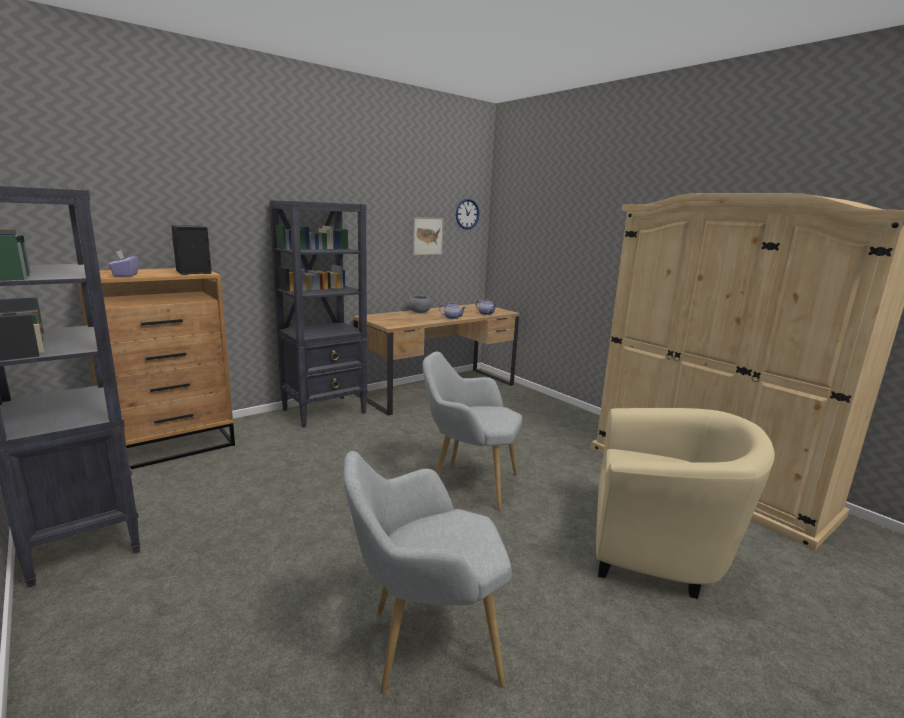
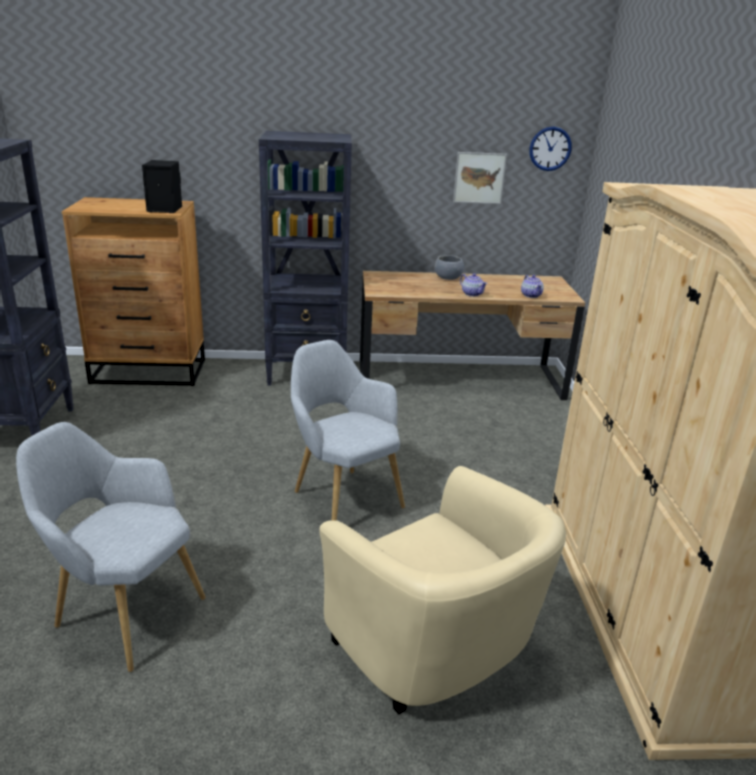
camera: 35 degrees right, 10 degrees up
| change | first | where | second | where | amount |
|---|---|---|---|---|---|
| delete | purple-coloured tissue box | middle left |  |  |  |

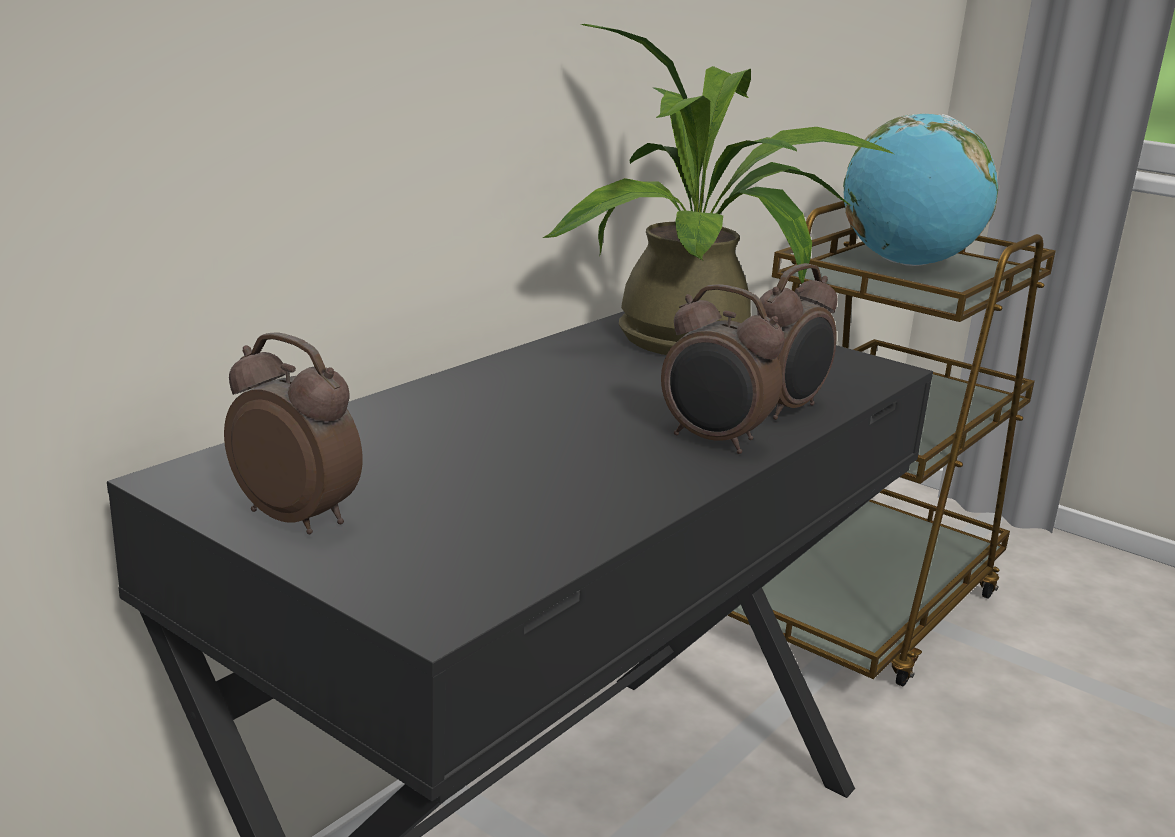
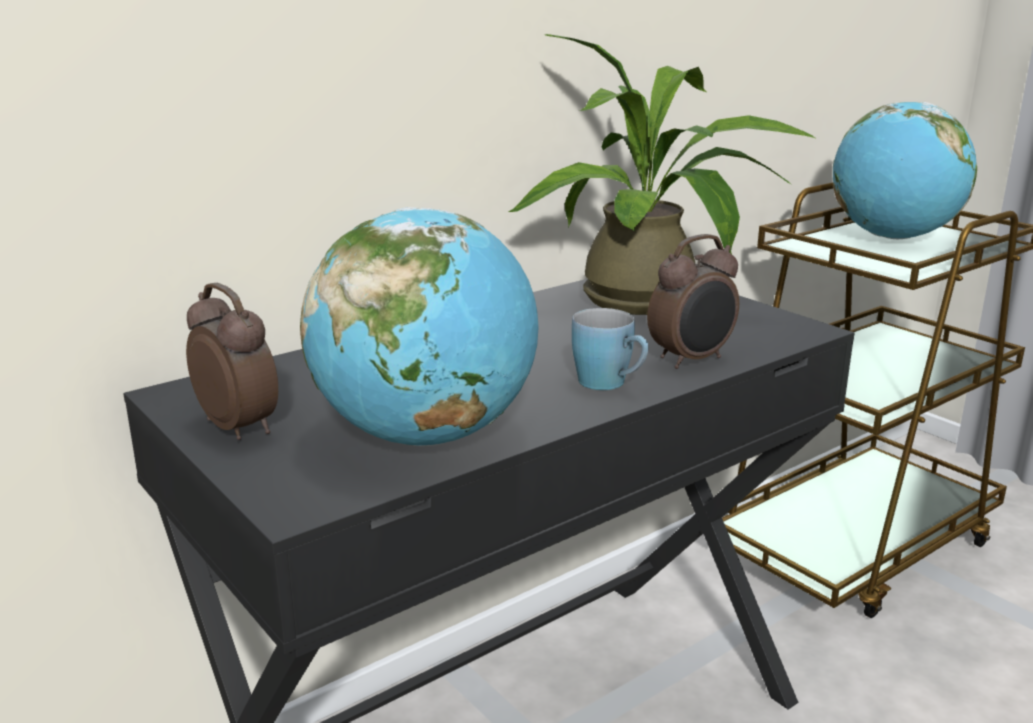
camera: 15 degrees right, 0 degrees up
| change | first | where | second | where | amount |
|---|---|---|---|---|---|
| replace | bedside clock (2nd from left) | centre | bluish mug | centre |  |
| insert |  |  | desk globe (1st from left) | centre |  |

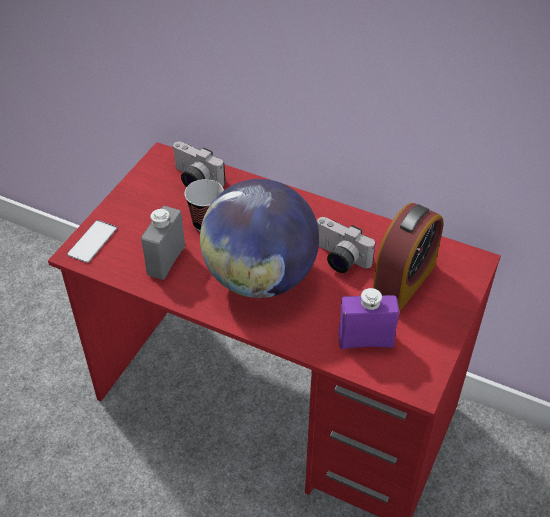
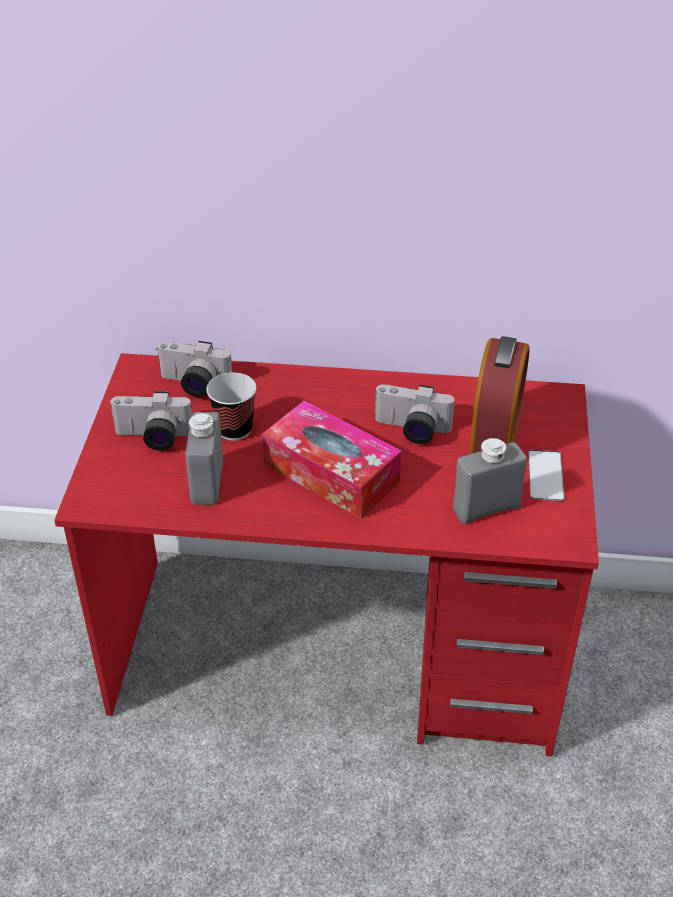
camera: 20 degrees left, 5 degrees down
| change | first | where | second | where | amount |
|---|---|---|---|---|---|
| replace | desk globe | centre | tissue box | centre |  |
| move | phone | middle left |  | middle right |  |
| recolor | purple-coloured drink bottle | middle right | gray drink bottle (2nd from left) | middle right |  |
| insert |  |  | photo camera (1st from left) | middle left |  |

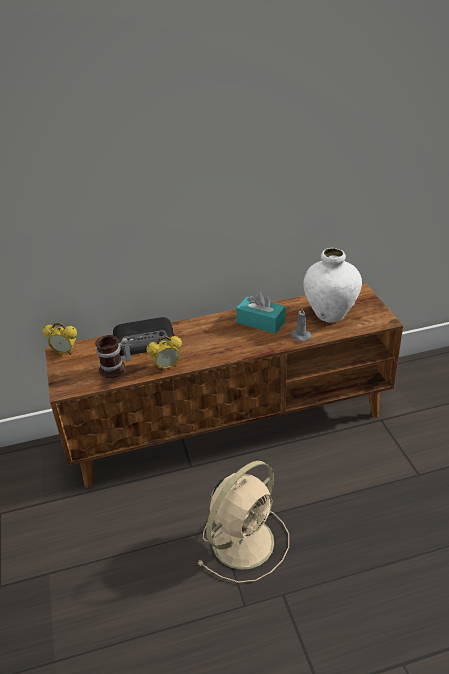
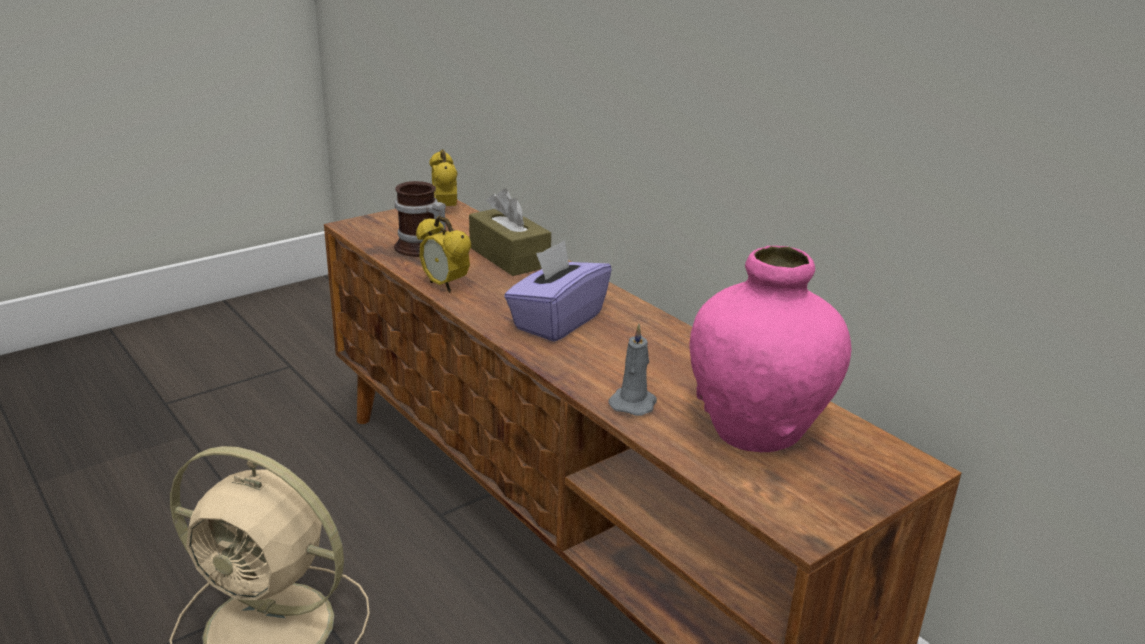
camera: 65 degrees right, 10 degrees down
| change | first | where | second | where | amount |
|---|---|---|---|---|---|
| recolor | whitish flower vase | middle right | pink flower vase | middle right |  |
| delete | turquoise-coloured tissue box | centre |  |  |  |
| replace | radio | middle left | brown-coloured tissue box | centre |  |
| insert |  |  | purple-coloured tissue box | centre |  |

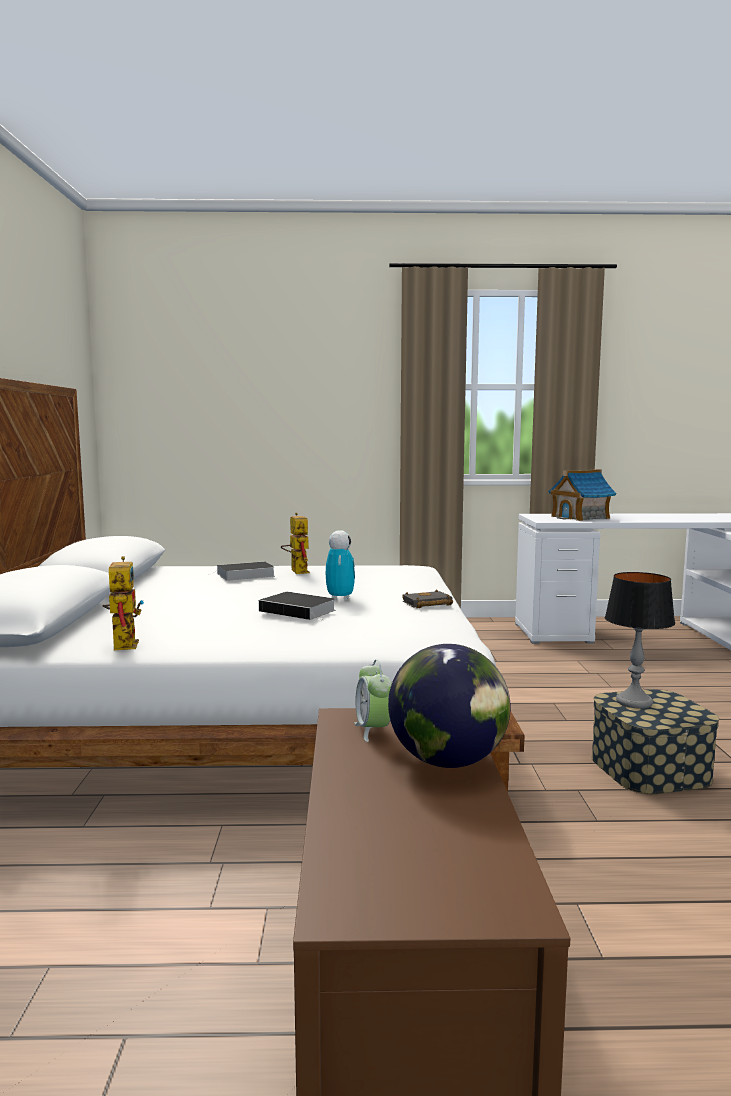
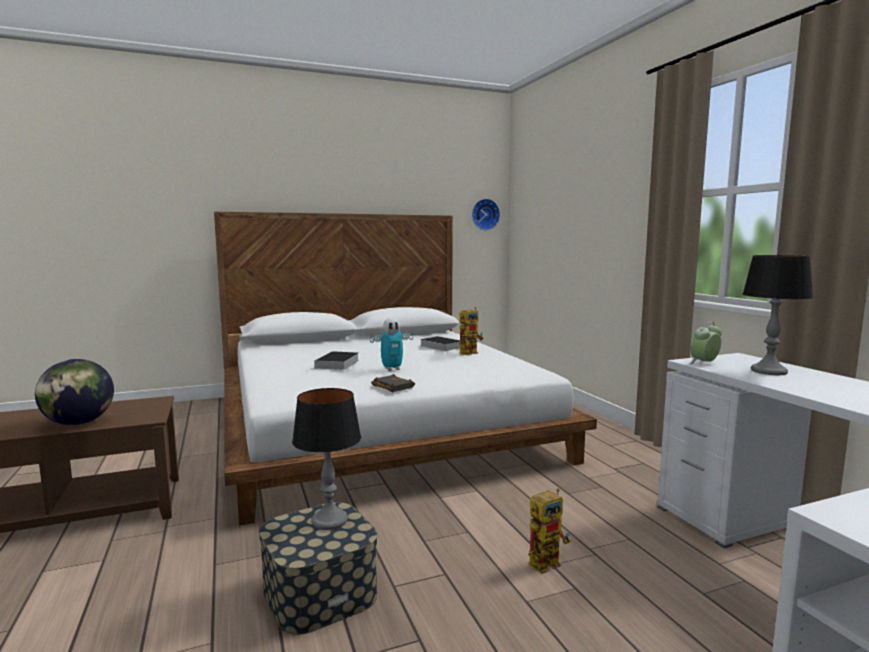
camera: 70 degrees right, 0 degrees up
| change | first | where | second | where | amount |
|---|---|---|---|---|---|
| replace | toy house | middle right | table lamp (2nd from left) | middle right |  |
| move | model robot (1st from left in the first image) | middle left | model robot (3rd from left) | bottom centre |  |
| move | bedside clock | centre |  | middle right |  |
| insert |  |  | hanging clock | top centre |  |

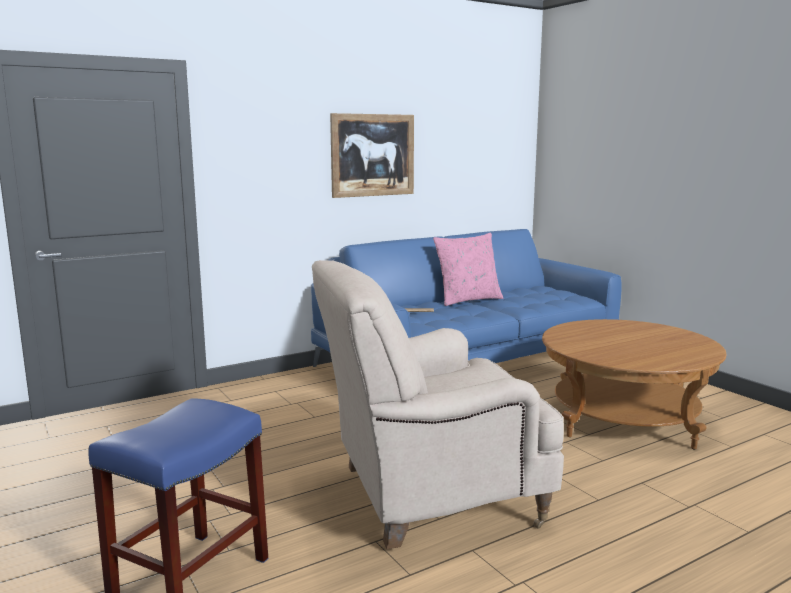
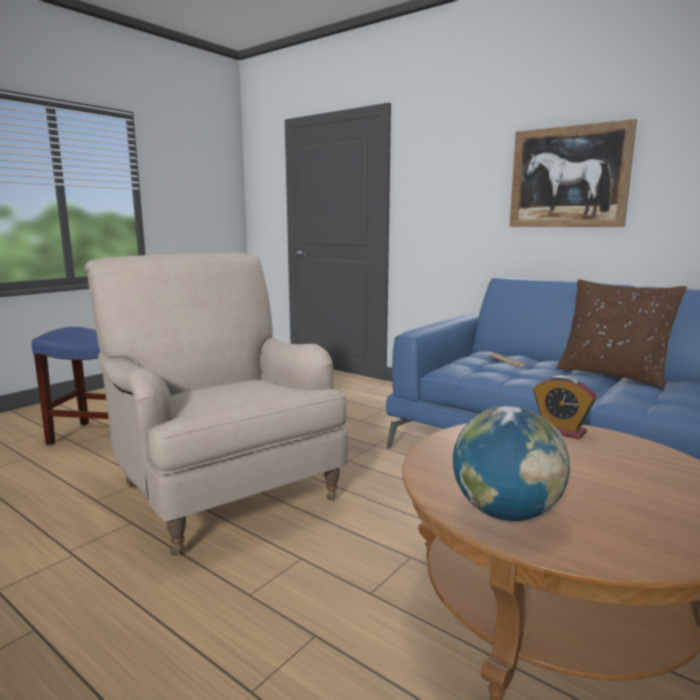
camera: 70 degrees right, 0 degrees up
| change | first | where | second | where | amount |
|---|---|---|---|---|---|
| recolor | pink cushion | centre | brown-coloured cushion | middle right |  |
| insert |  |  | bedside clock | middle right |  |
| insert |  |  | desk globe | middle right |  |

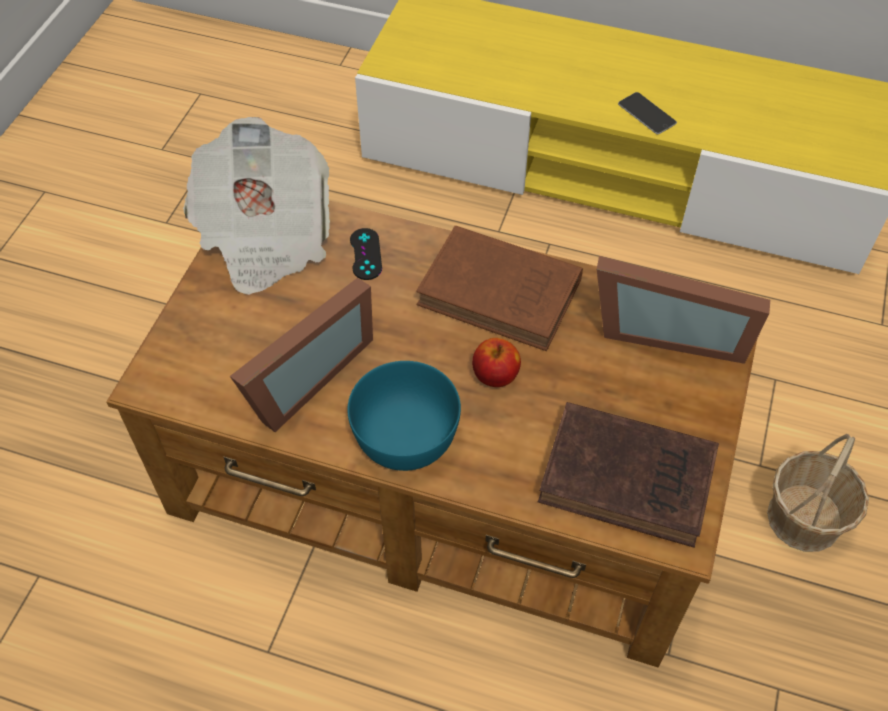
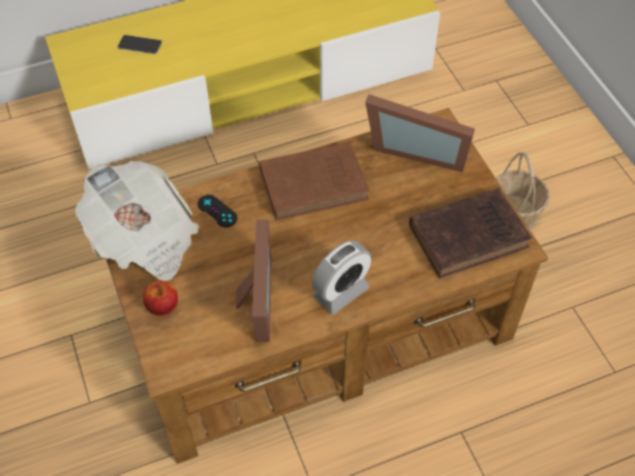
camera: 40 degrees left, 0 degrees up
| change | first | where | second | where | amount |
|---|---|---|---|---|---|
| move | phone | top right |  | top left |  |
| rotate | picture frame (2nd from left) | middle right |  | top centre | 45 degrees clockwise |
| move | whole apple | centre |  | middle left |  |
| replace | turquoise-coloured deep dish | centre | bedside clock | centre |  |

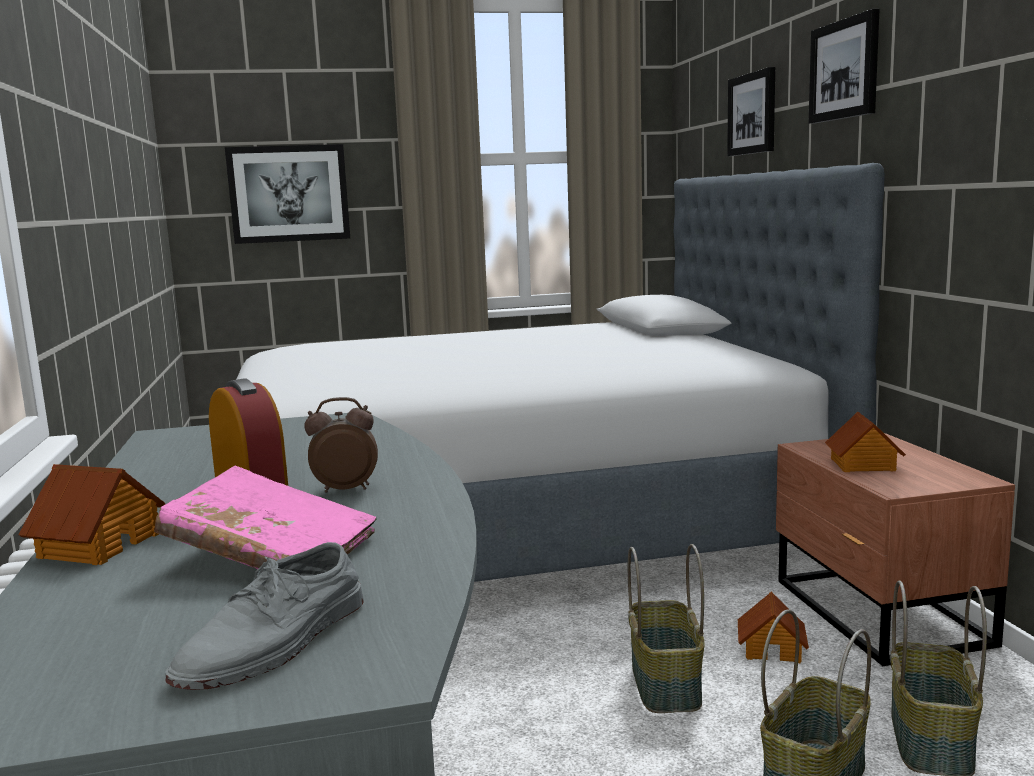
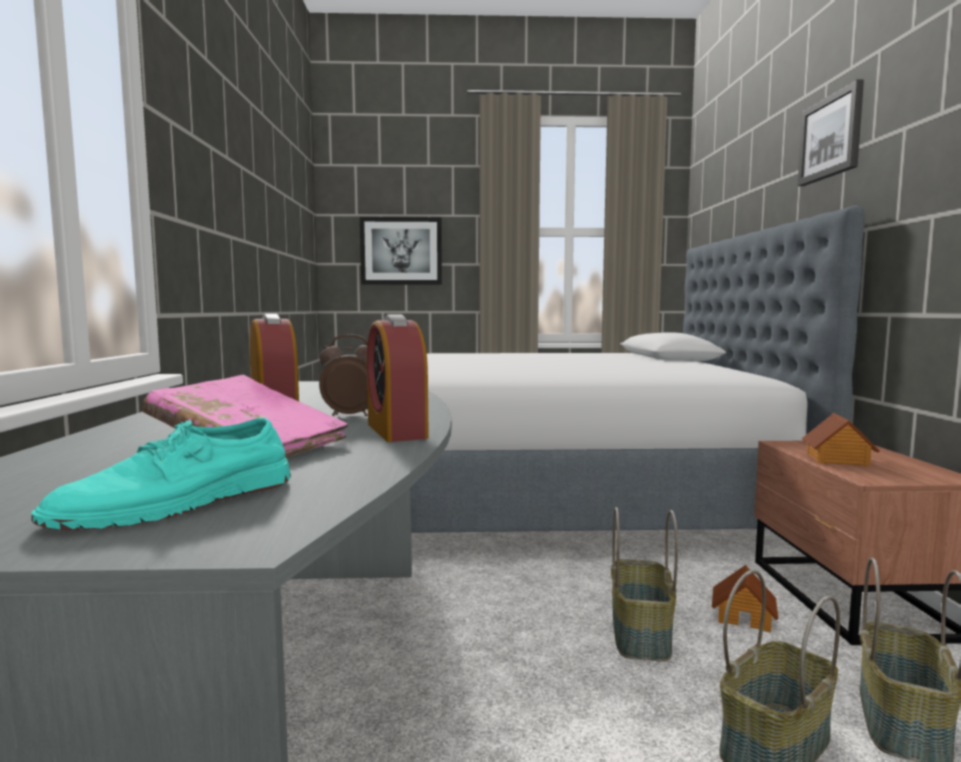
camera: 10 degrees right, 5 degrees down
| change | first | where | second | where | amount |
|---|---|---|---|---|---|
| delete | wall picture (2nd from left) | top right |  |  |  |
| delete | toy house (1st from left) | middle left |  |  |  |
| recolor | gray low shoe | bottom left | turquoise-coloured low shoe | middle left |  |
| insert |  |  | bedside clock (3rd from left) | centre |  |

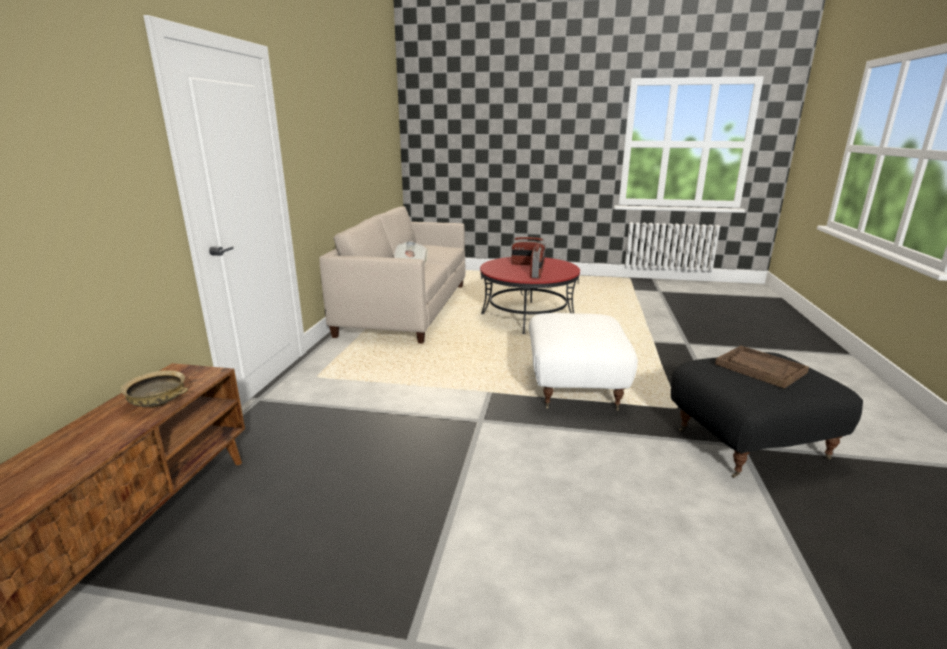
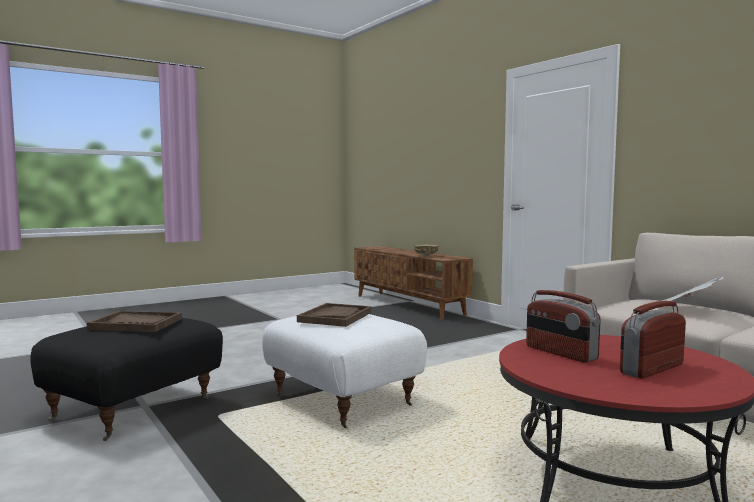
camera: 135 degrees right, 15 degrees down
| change | first | where | second | where | amount |
|---|---|---|---|---|---|
| insert |  |  | brown-coloured tray (2nd from left) | centre |  |

